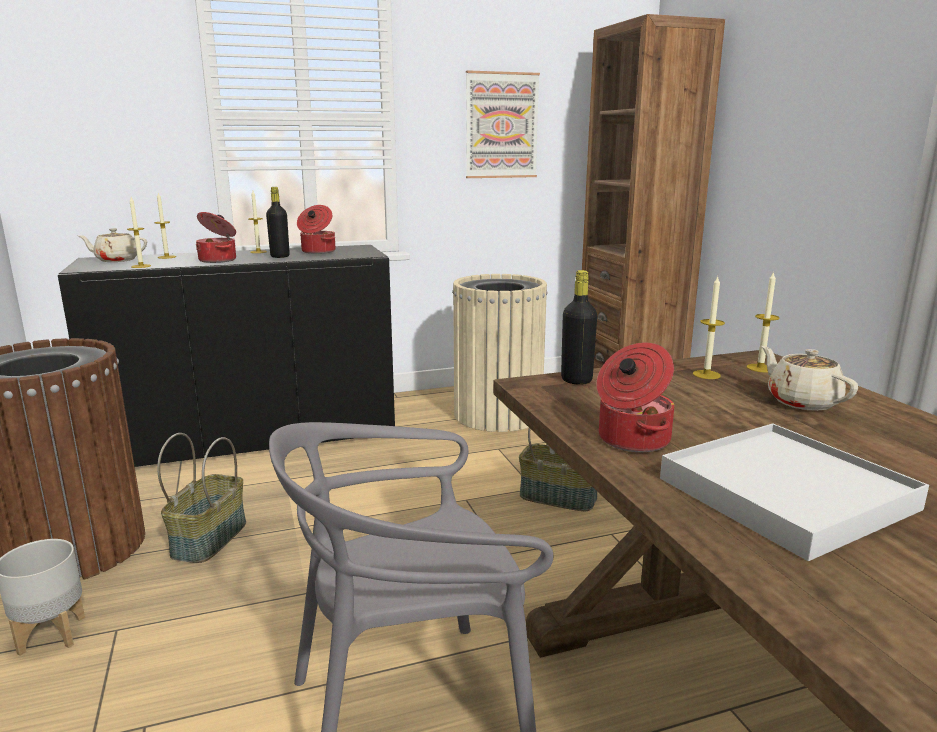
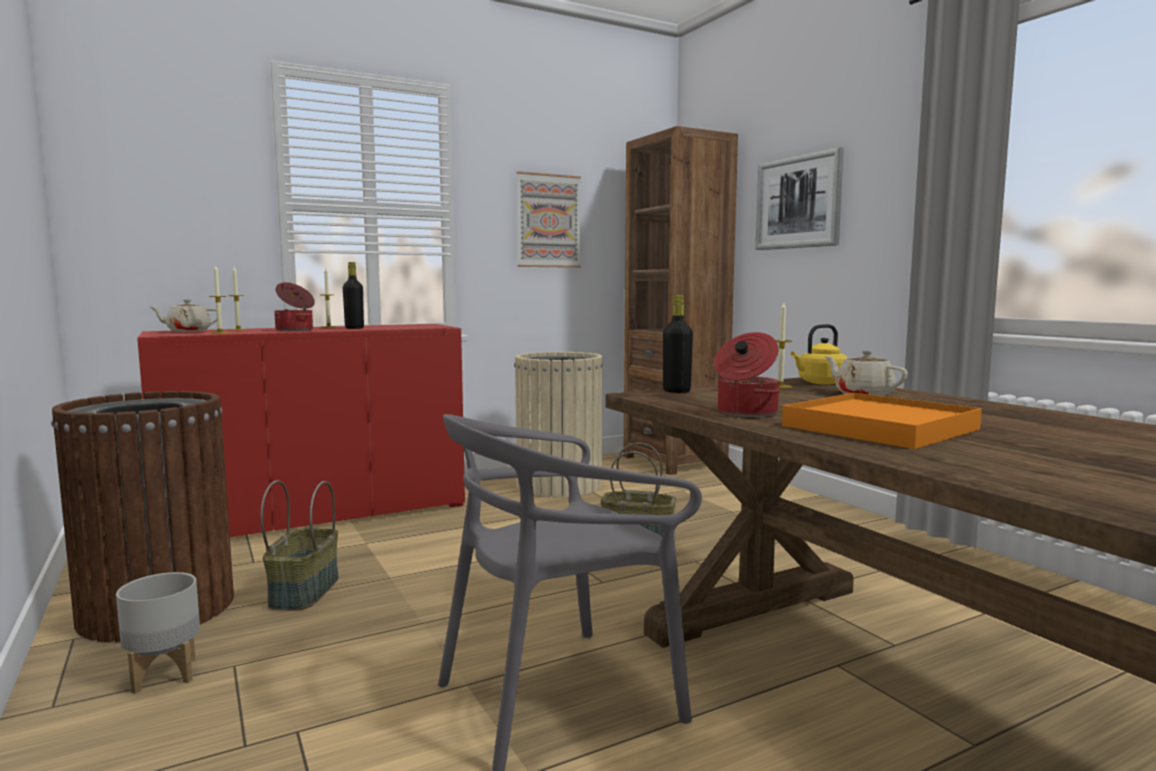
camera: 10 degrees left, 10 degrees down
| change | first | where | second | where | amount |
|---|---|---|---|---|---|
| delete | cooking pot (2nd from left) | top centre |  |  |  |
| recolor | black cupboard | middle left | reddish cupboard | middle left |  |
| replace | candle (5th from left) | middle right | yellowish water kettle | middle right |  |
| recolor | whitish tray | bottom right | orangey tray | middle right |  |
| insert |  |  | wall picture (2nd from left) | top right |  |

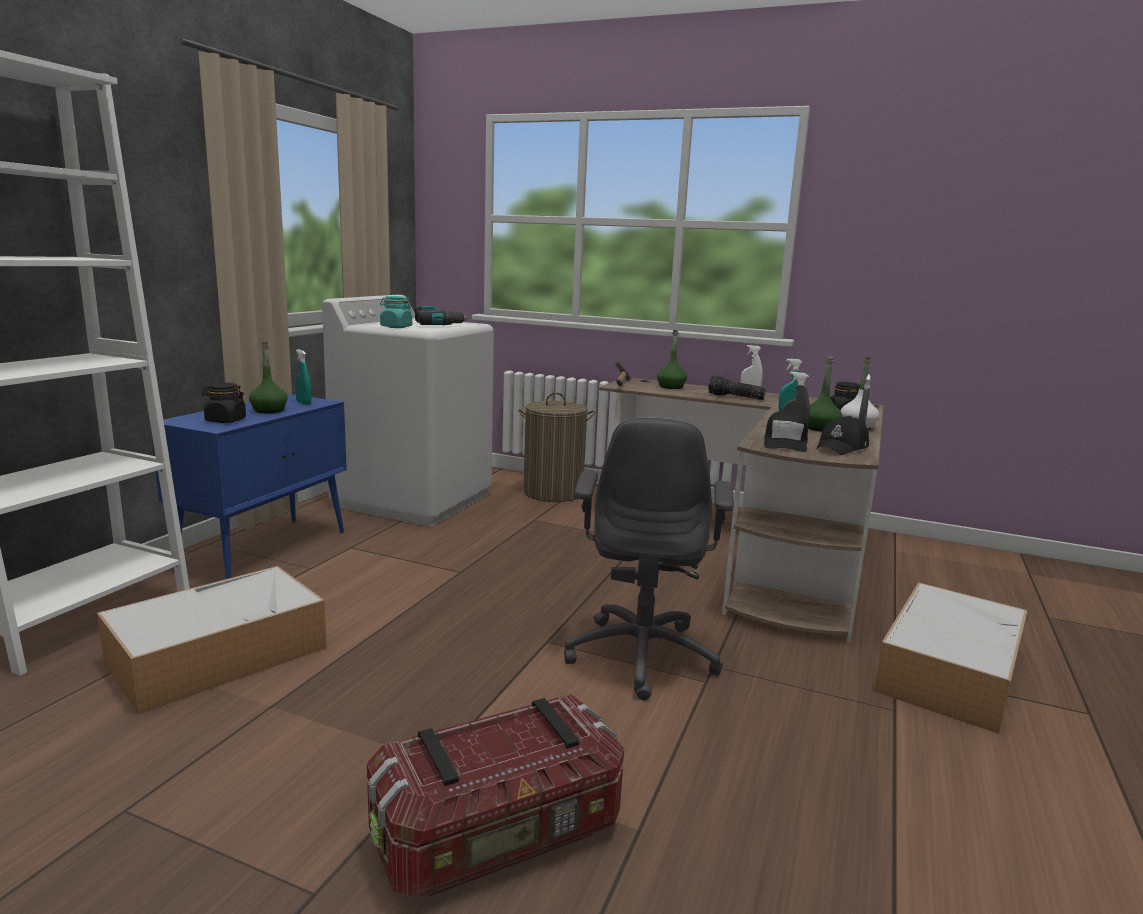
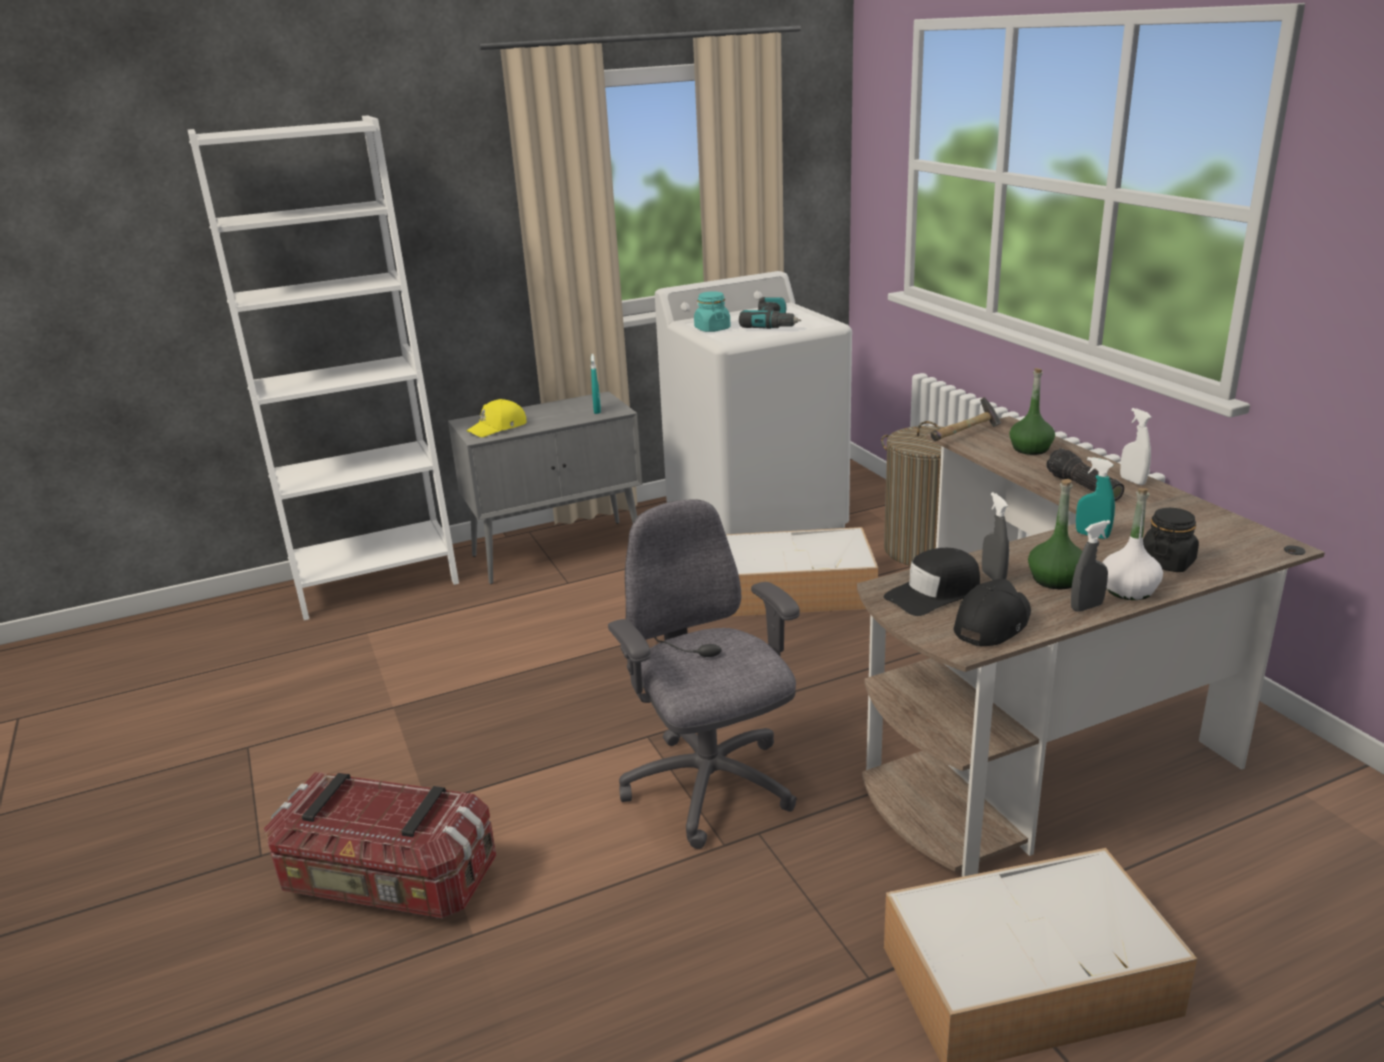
camera: 45 degrees right, 10 degrees up
| change | first | where | second | where | amount |
|---|---|---|---|---|---|
| delete | green-coloured drink bottle (1st from left) | middle left |  |  |  |
| replace | black preserve jar (1st from left) | middle left | yellowish peaked cap | centre |  |
| recolor | bluish cupboard | middle left | gray cupboard | centre |  |
| rotate | black peaked cap (2nd from left) | middle right |  | middle right | 135 degrees clockwise |
| rotate | gray office chair | centre |  | centre | 105 degrees clockwise |
| move | storage bin (1st from left in the first image) | bottom left | storage bin (2nd from left) | centre |  |

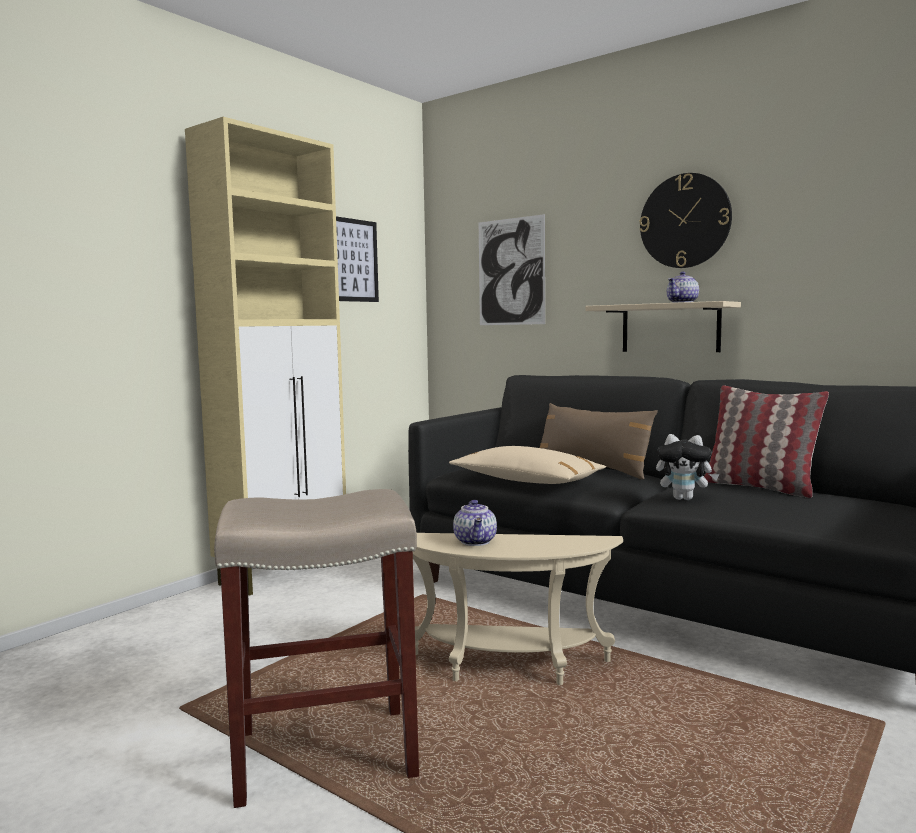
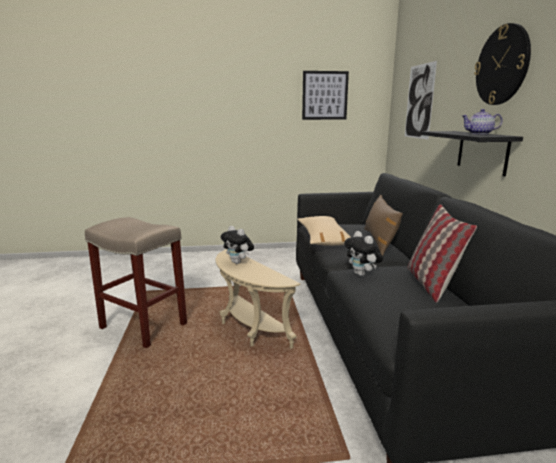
camera: 45 degrees right, 10 degrees up
| change | first | where | second | where | amount |
|---|---|---|---|---|---|
| delete | sand-coloured cupboard | middle left |  |  |  |
| recolor | sand-coloured bracket shelf | middle right | black bracket shelf | top right |  |
| replace | pot for tea (1st from left) | centre | cuddly toy (1st from left) | centre |  |

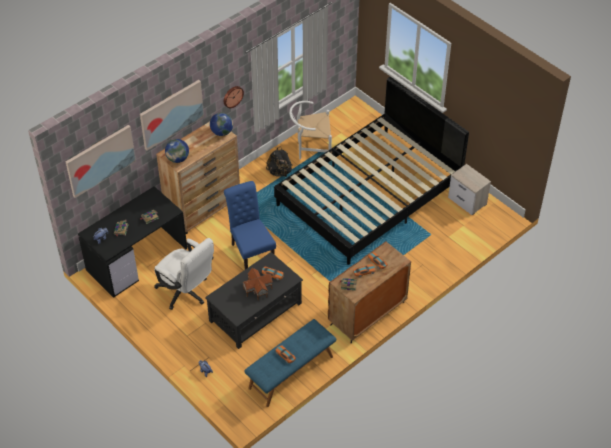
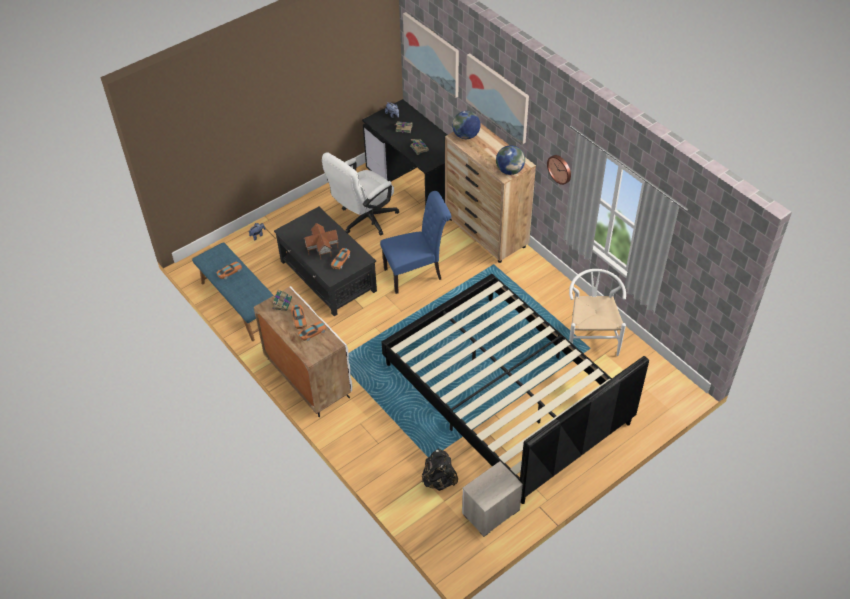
camera: 95 degrees right, 0 degrees up
| change | first | where | second | where | amount |
|---|---|---|---|---|---|
| move | black backpack | centre |  | bottom centre |  |
| recolor | brown-coloured cupboard | centre | whitish cupboard | centre |  |

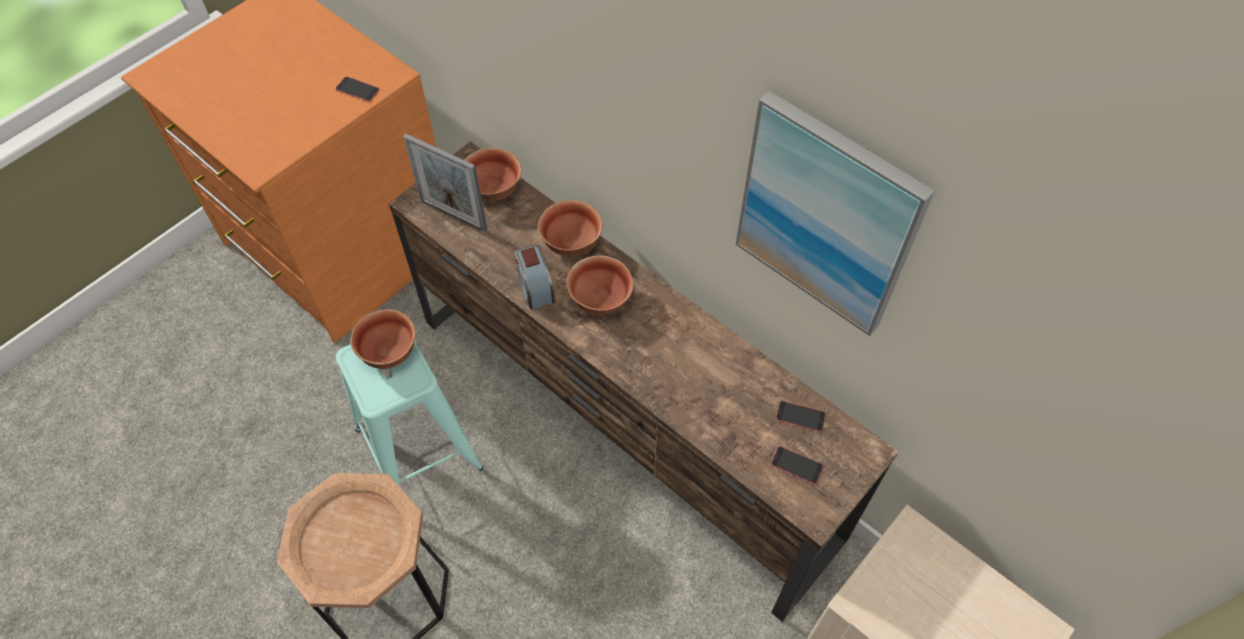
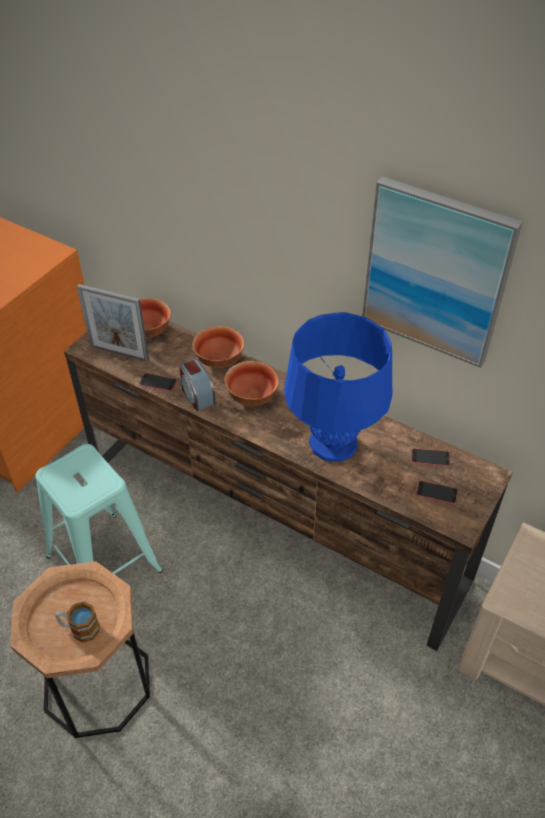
camera: 10 degrees left, 10 degrees down
| change | first | where | second | where | amount |
|---|---|---|---|---|---|
| move | phone (1st from left) | top left |  | middle left |  |
| delete | deep dish (1st from left) | middle left |  |  |  |
| insert |  |  | bluish table lamp | centre |  |
| insert |  |  | mug | bottom left |  |

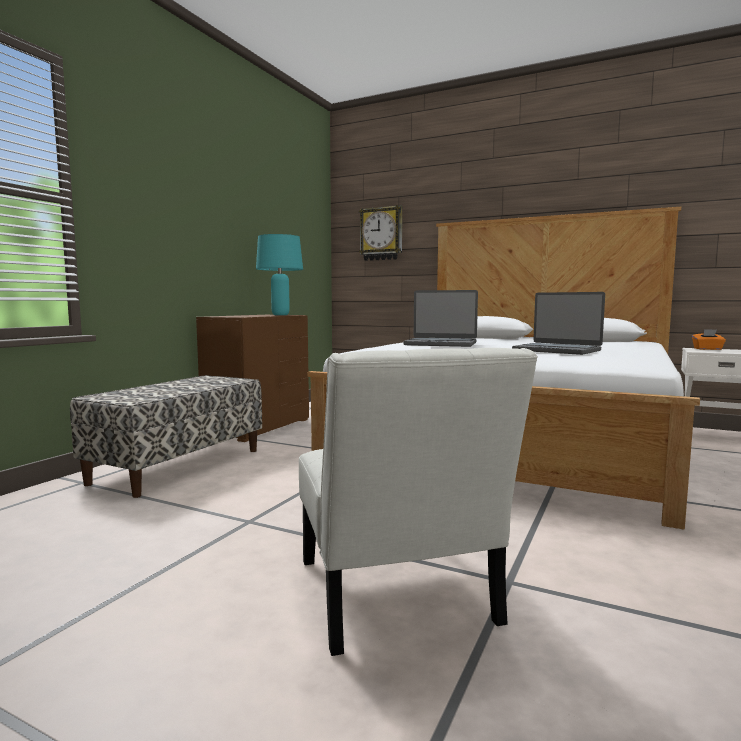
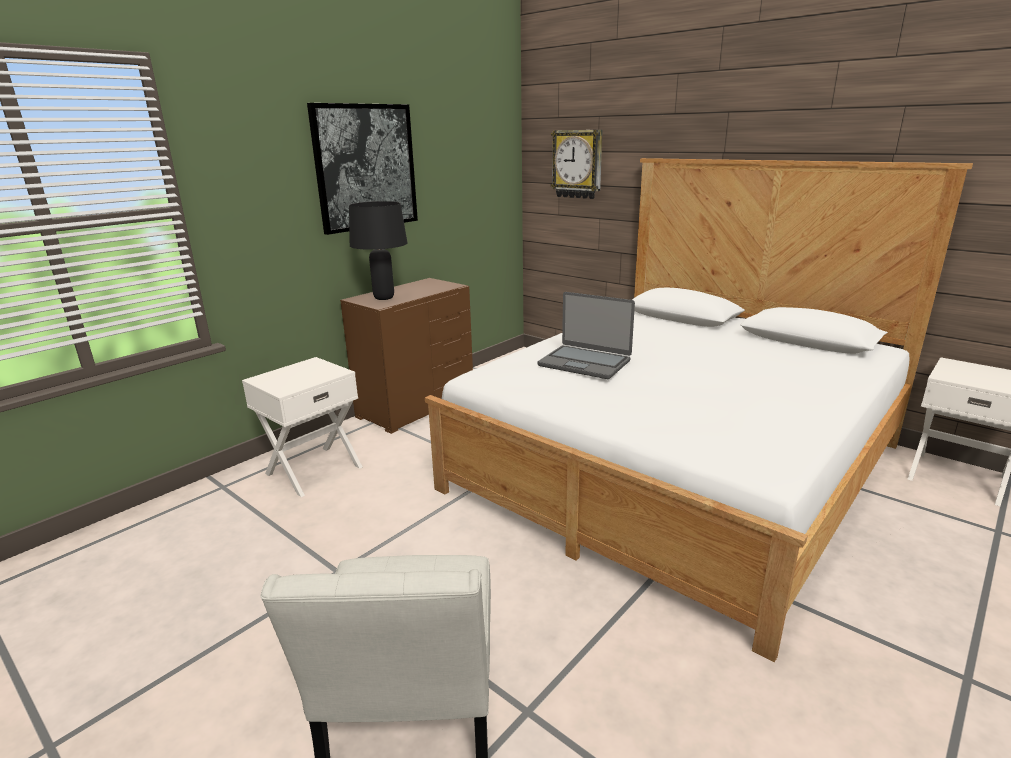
camera: 15 degrees right, 15 degrees up
| change | first | where | second | where | amount |
|---|---|---|---|---|---|
| delete | turquoise-coloured table lamp | centre |  |  |  |
| delete | notebook computer (2nd from left) | middle right |  |  |  |
| delete | orangey tissue box | middle right |  |  |  |
| replace | indoor bench | middle left | whitish night table (1st from left) | middle left |  |
| insert |  |  | wall picture | top centre |  |
| insert |  |  | black table lamp | top centre |  |

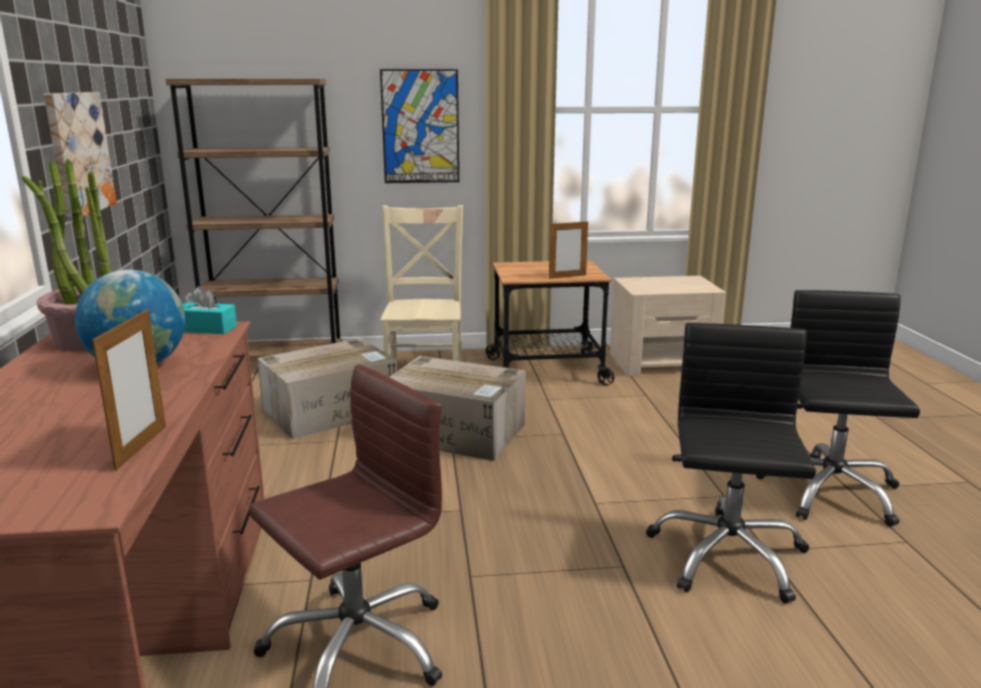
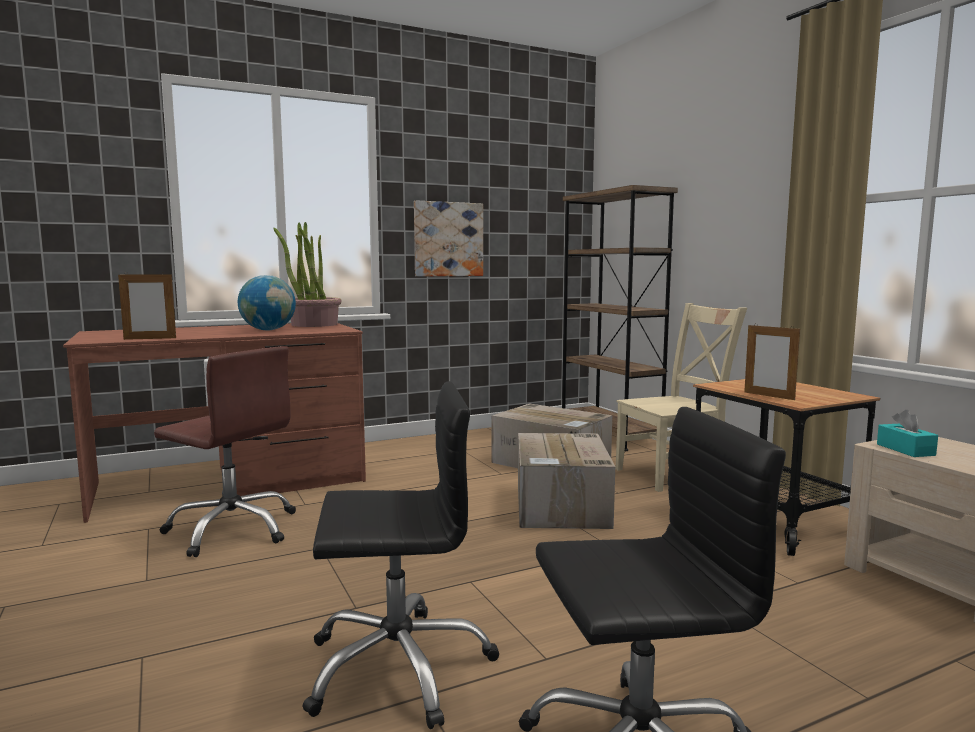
camera: 70 degrees right, 10 degrees down
| change | first | where | second | where | amount |
|---|---|---|---|---|---|
| delete | wall picture (2nd from left) | top centre |  |  |  |
| move | turquoise-coloured tissue box | middle left |  | middle right |  |

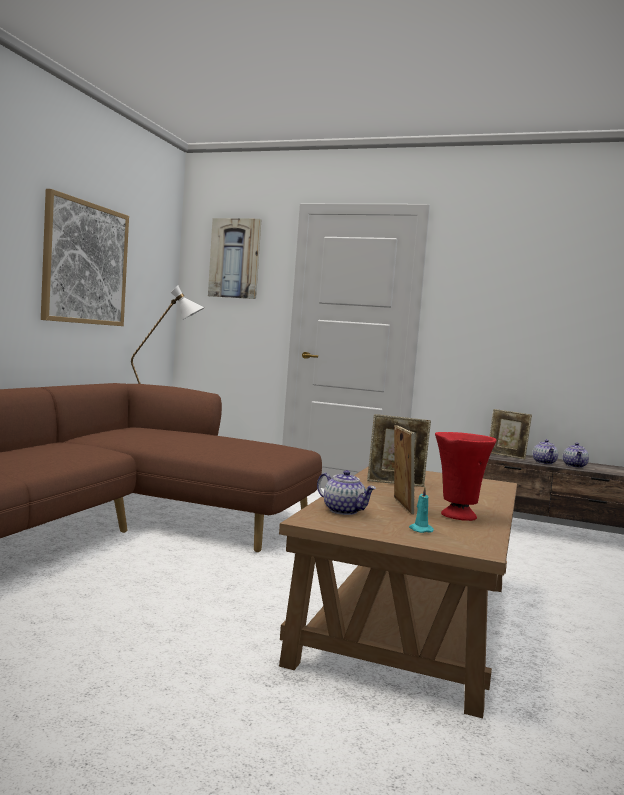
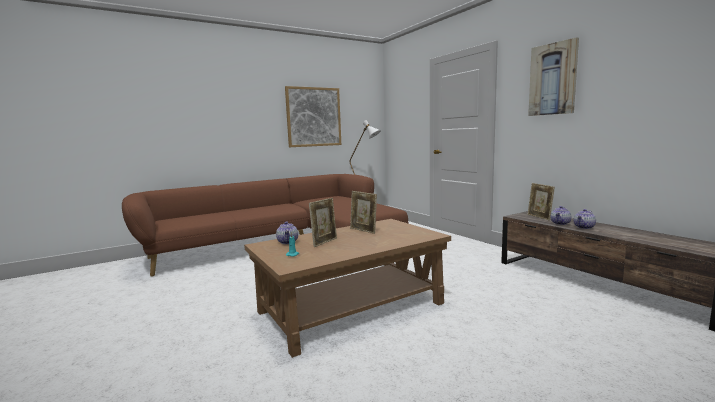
camera: 40 degrees right, 5 degrees up
| change | first | where | second | where | amount |
|---|---|---|---|---|---|
| move | wall picture (2nd from left) | top centre |  | top right |  |
| delete | reddish flower vase | middle right |  |  |  |

